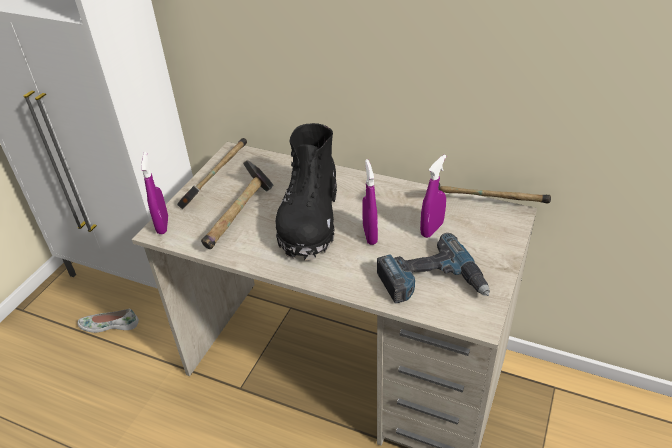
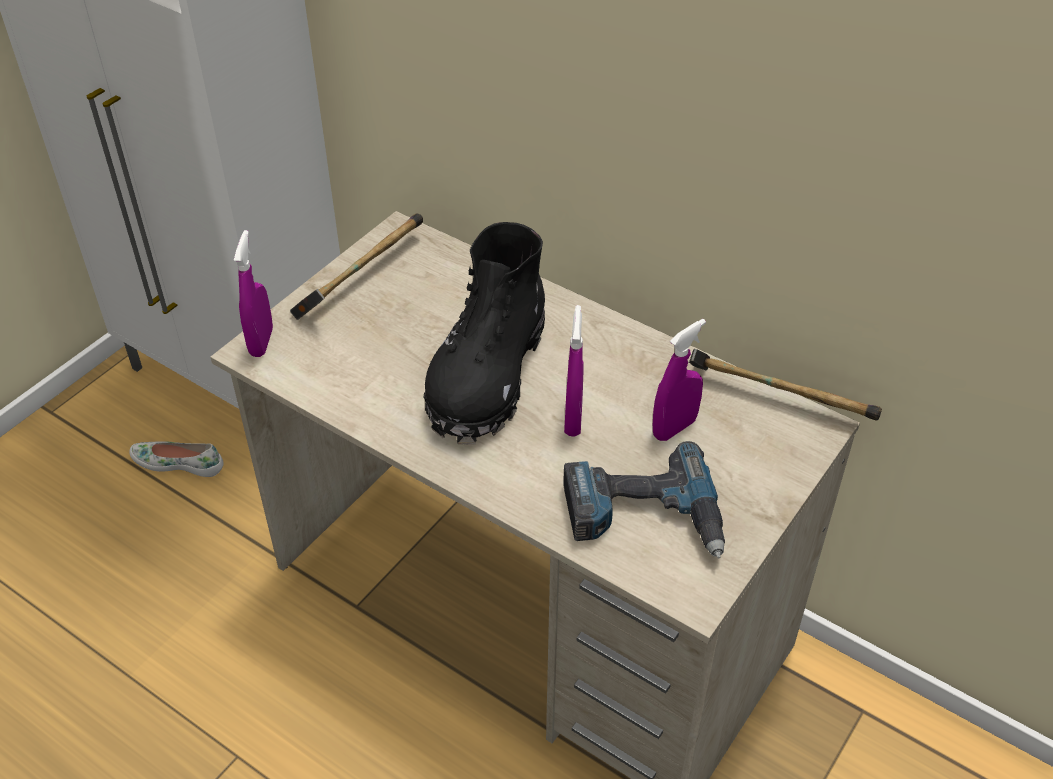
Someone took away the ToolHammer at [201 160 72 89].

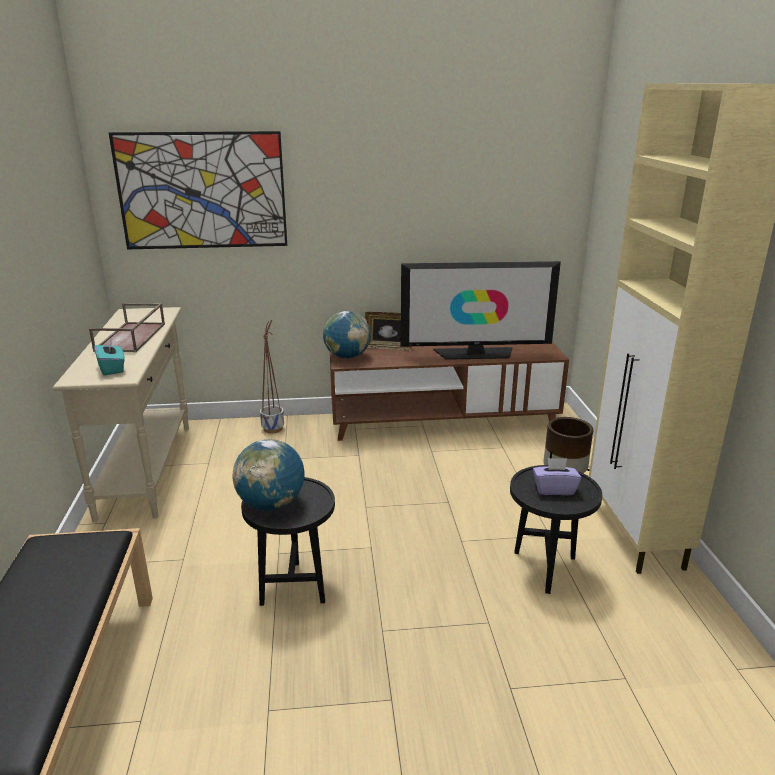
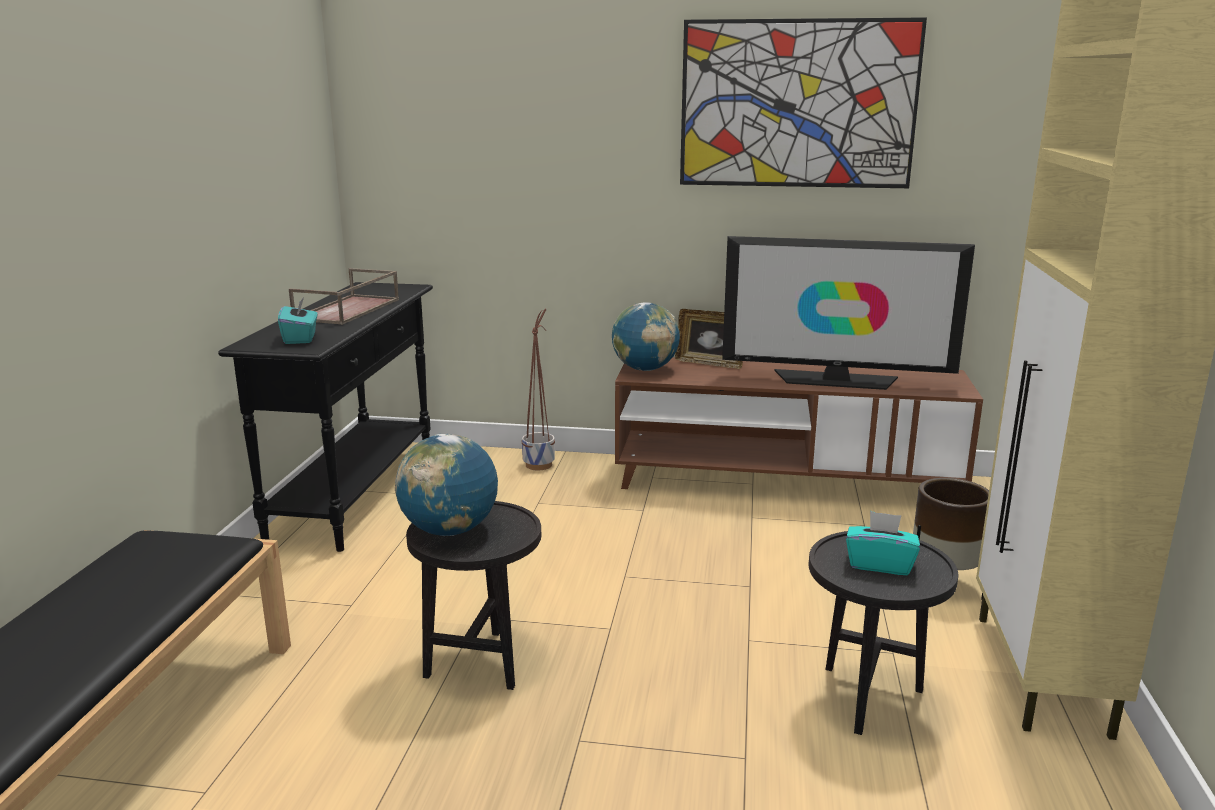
Someone repainted the SandColouredNarrowTable at [53 307 136 215], which became the BlackColouredNarrowTable at [218 282 215 270].
Someone carried the WallArt from [109 131 178 118] to [680 17 247 171].
Someone repainted the PurplishBoxOfTissues at [533 458 48 37], which became the BlueGreenBoxOfTissues at [846 511 74 64].

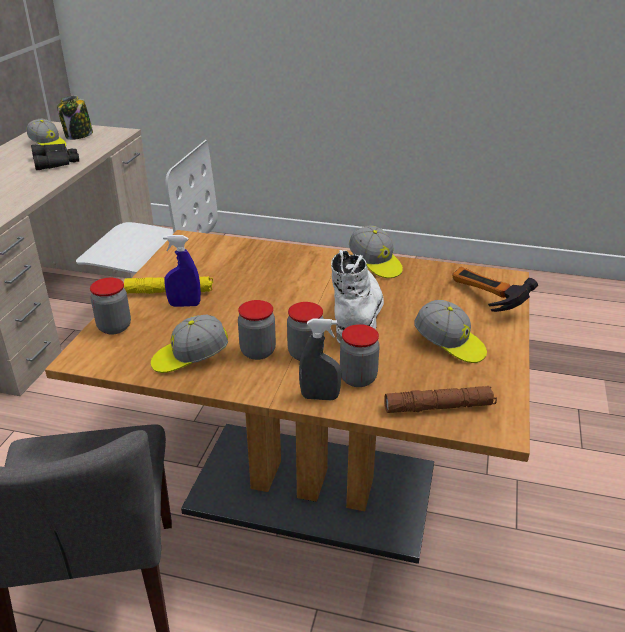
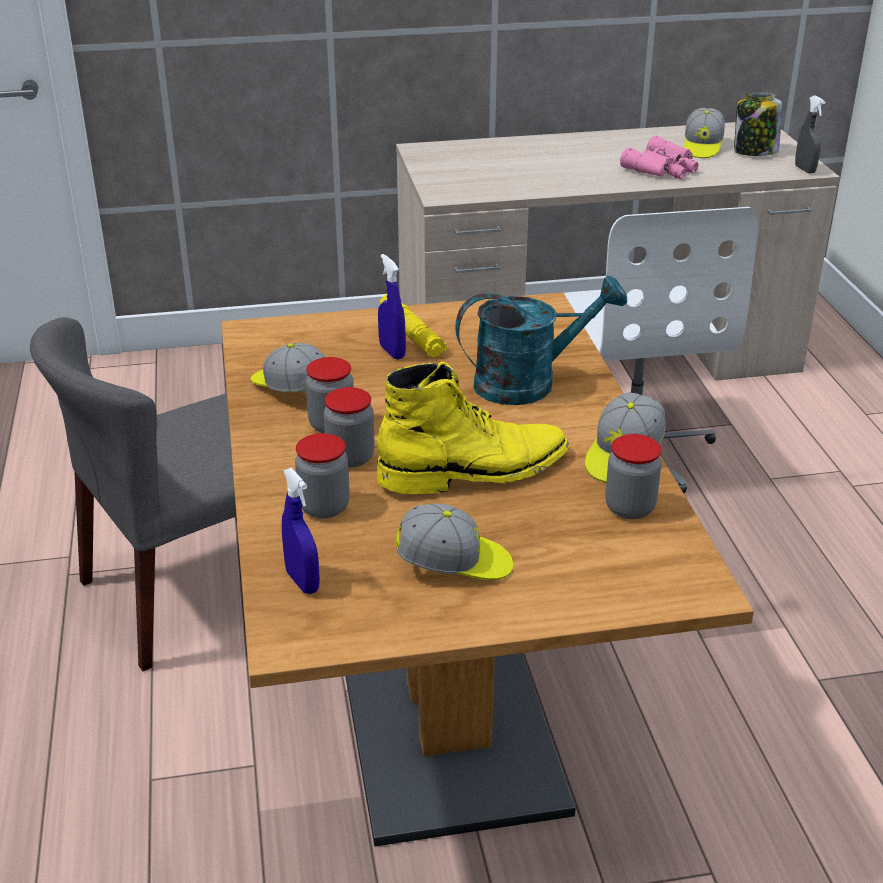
Someone swapped the BrownColouredHandTorch at [384 386 113 27] for the BlueColouredSprayBottle at [282 468 38 126].
Someone repainted the WhiteColouredTallBoot at [331 250 53 93], which became the YellowColouredTallBoot at [377 361 192 133].
Someone rotated the Cap at [414 300 73 63] by 105 degrees counterclockwise.
Someone put down the BlueGreenSprinklingCan at [455 275 172 130].
Someone carried the PreserveJar from [90 278 41 56] to [605 434 57 85].
Someone repainted the BlackColouredFieldGlasses at [31 144 48 26], which became the PinkishFieldGlasses at [620 136 79 43].
Someone carried the GraySprayBottle from [299 318 43 82] to [795 96 30 78].
Someone took away the ToolHammer at [452 267 86 45].

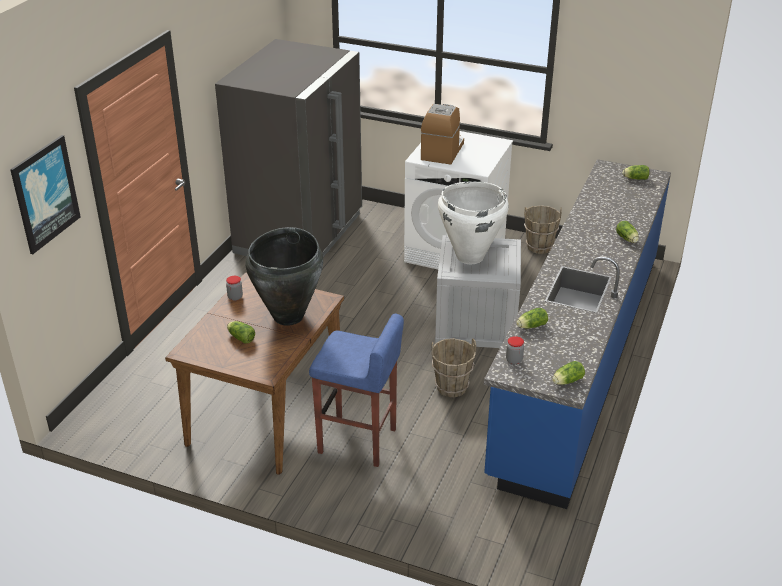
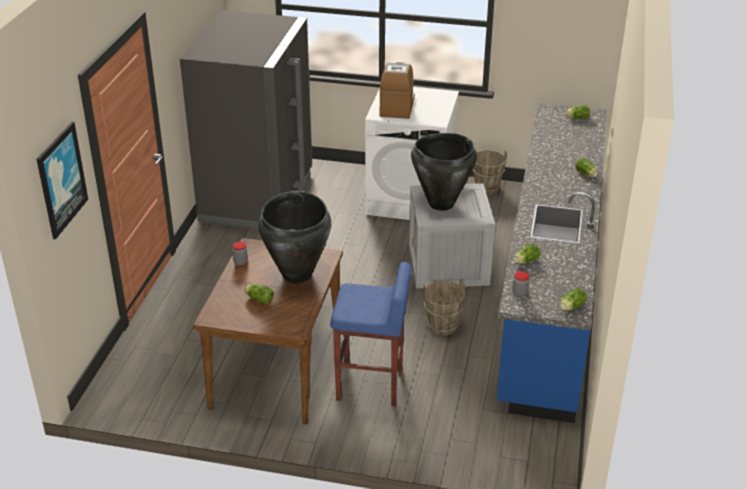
Someone repainted the WhiteColouredVase at [438 181 71 83], which became the BlackColouredVase at [411 133 66 78].

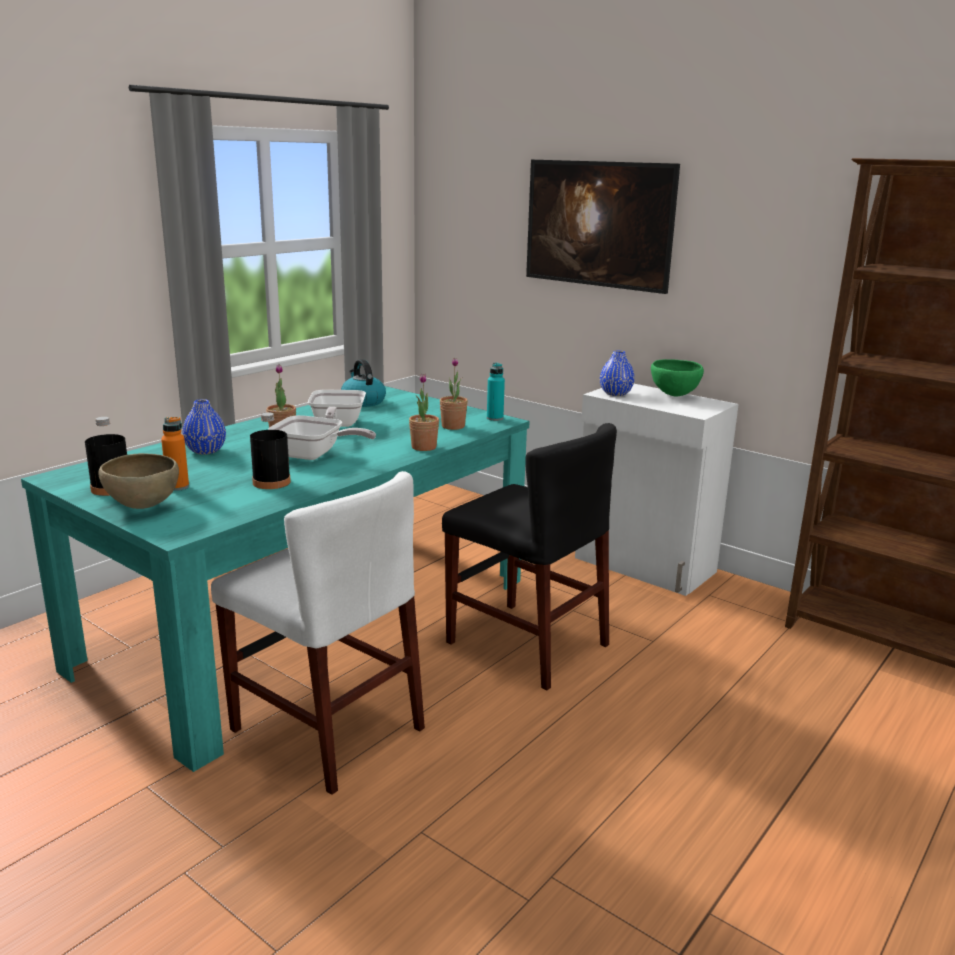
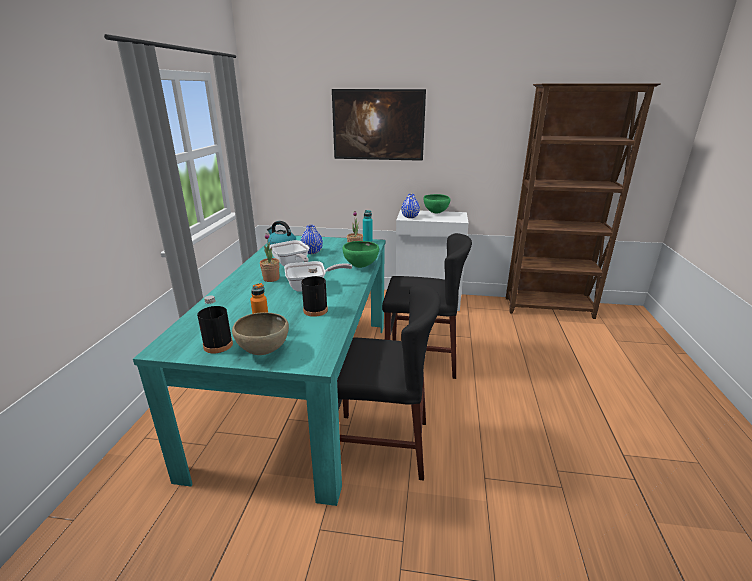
Someone carried the BlueColouredVase from [182 399 44 56] to [301 225 22 29].
Someone repainted the WhiteColouredPlainChair at [211 471 214 324], which became the BlackColouredPlainChair at [337 284 104 197].
Someone swapped the PlantInAPot at [409 373 30 78] for the GreenishServingBowl at [342 241 37 27].

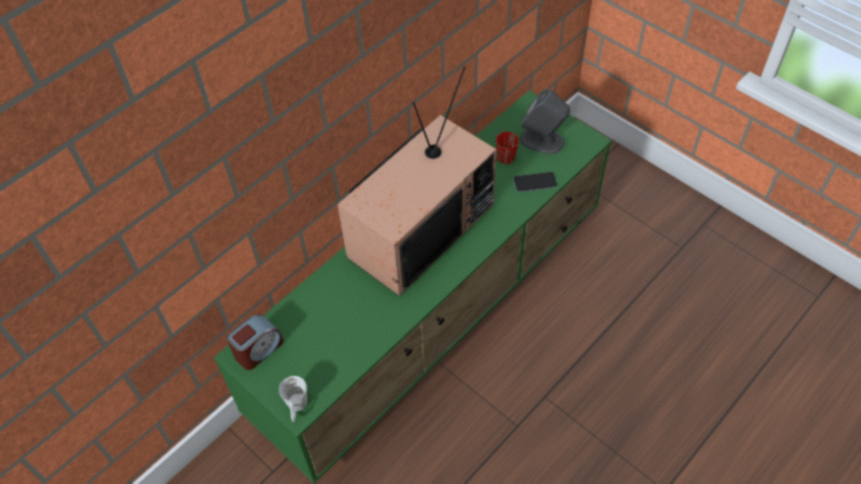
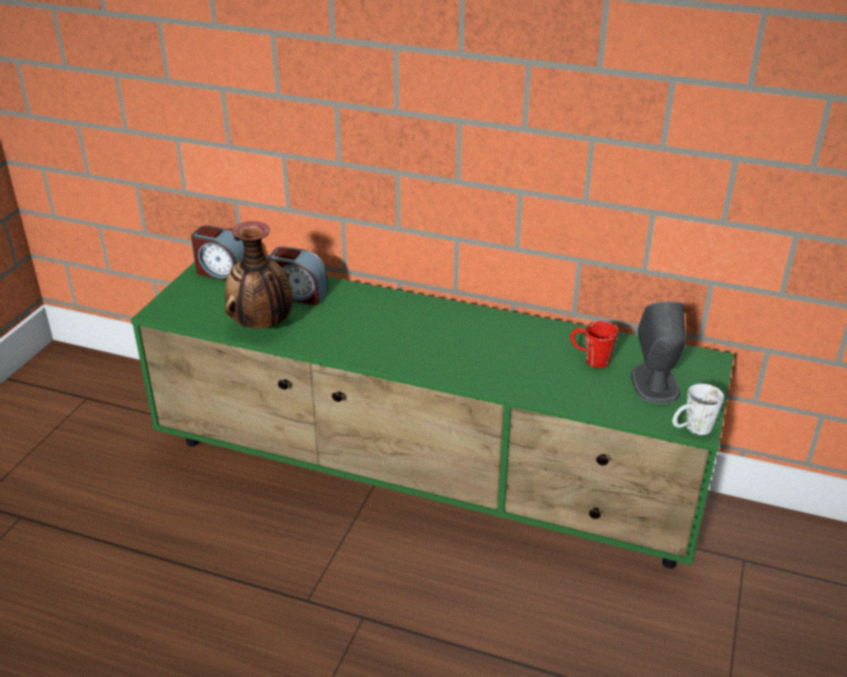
Someone put down the Vase at [225 221 68 108].
Someone put down the TableClock at [269 246 59 59].
Someone carried the WhiteColouredCoffeeMug from [279 376 28 46] to [672 384 52 51].
Someone took away the Tv at [337 67 160 229].
Someone took away the Phone at [513 172 44 20].

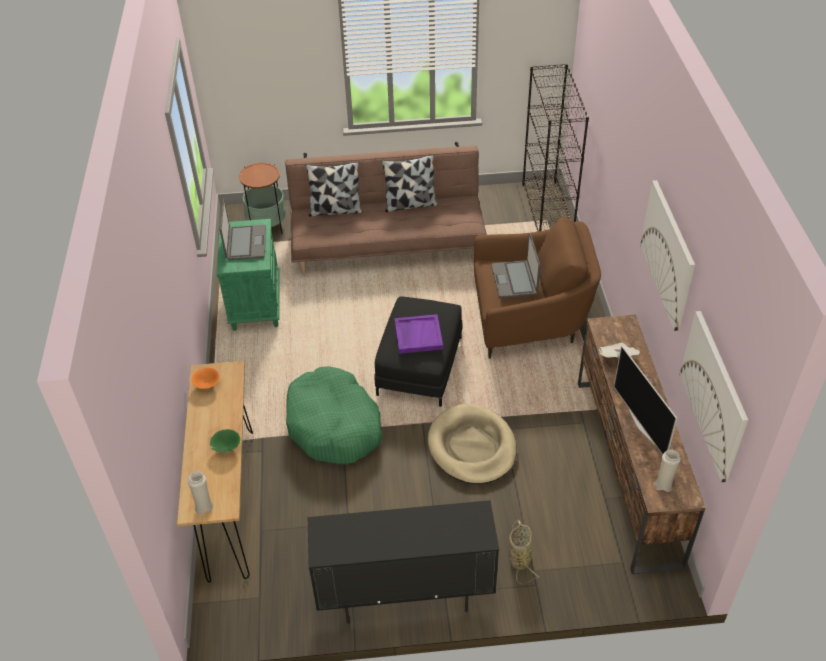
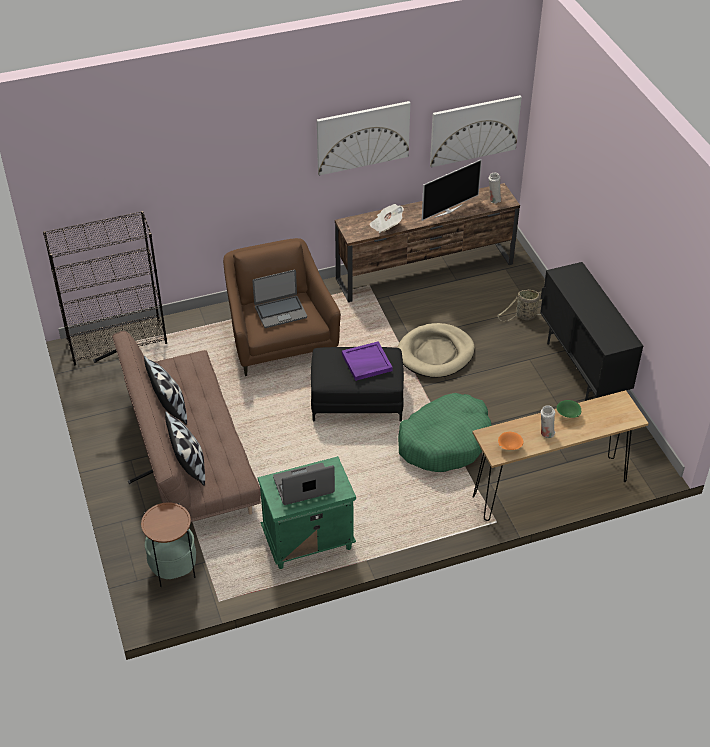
Someone carried the WhiteColouredVase from [188 471 25 44] to [541 405 14 33].

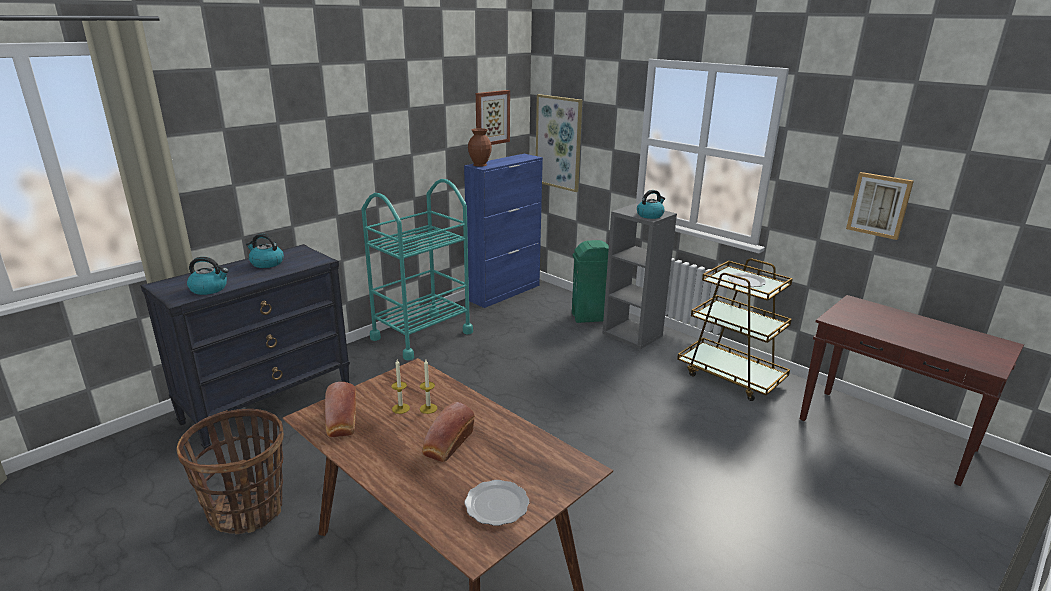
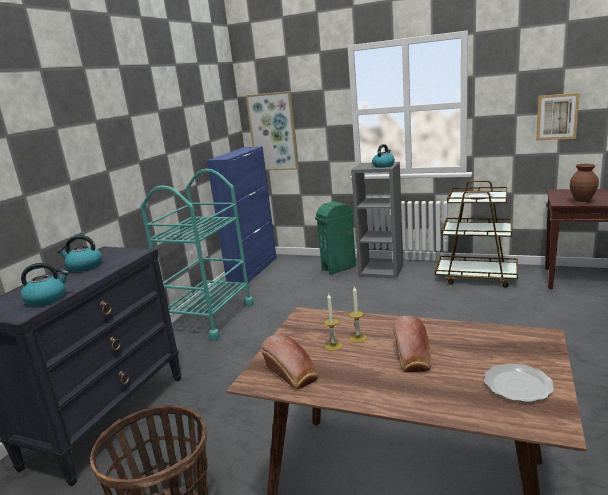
Someone carried the BrownColouredVase from [468 128 24 39] to [570 164 29 40].
Someone took away the WallArt at [476 90 34 55].

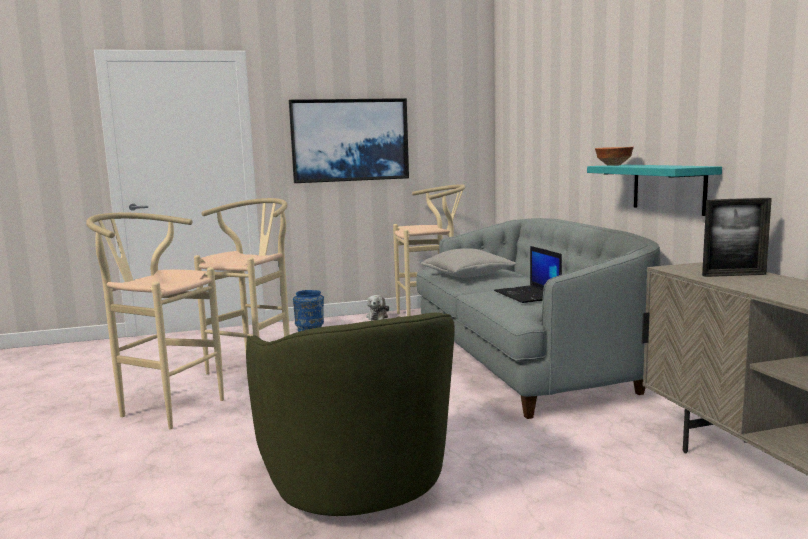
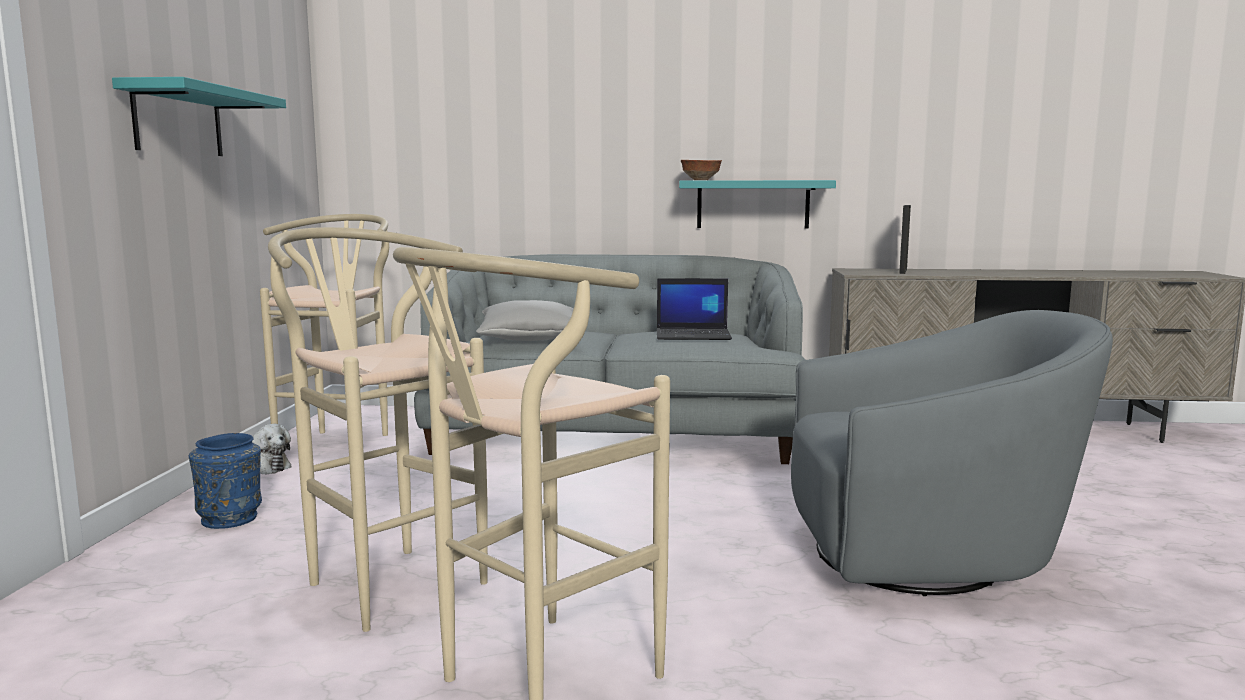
Someone swapped the WallArt at [289 98 120 85] for the BlueGreenWallShelf at [112 77 174 79].
Someone repainted the GreenishArmchair at [246 313 209 203], which became the GrayArmchair at [791 310 322 286].

